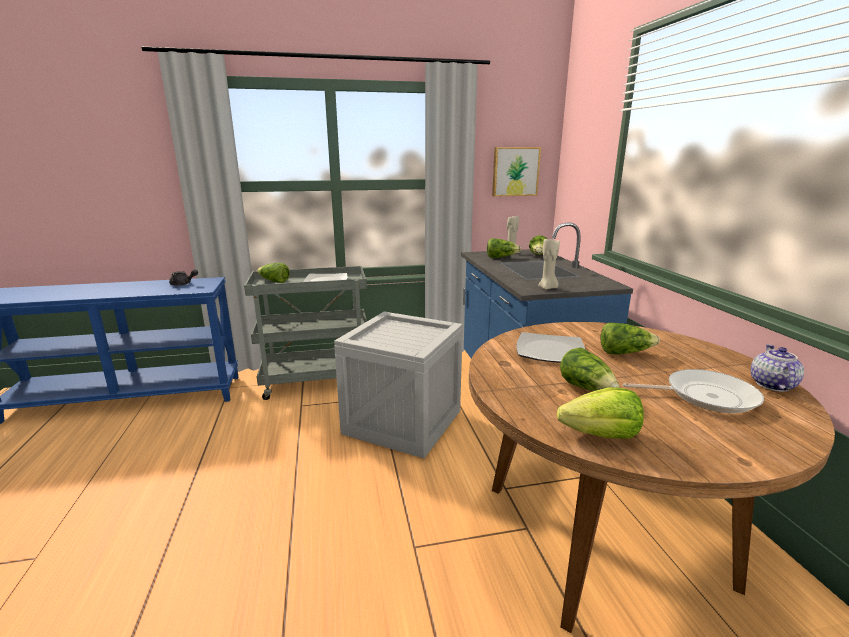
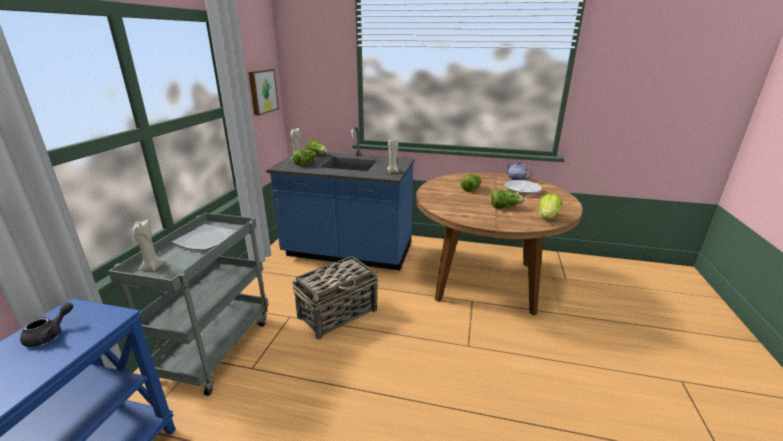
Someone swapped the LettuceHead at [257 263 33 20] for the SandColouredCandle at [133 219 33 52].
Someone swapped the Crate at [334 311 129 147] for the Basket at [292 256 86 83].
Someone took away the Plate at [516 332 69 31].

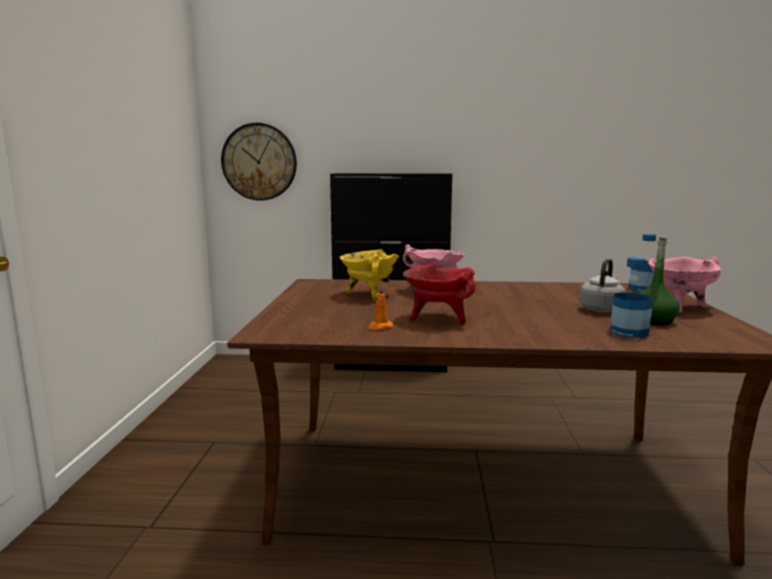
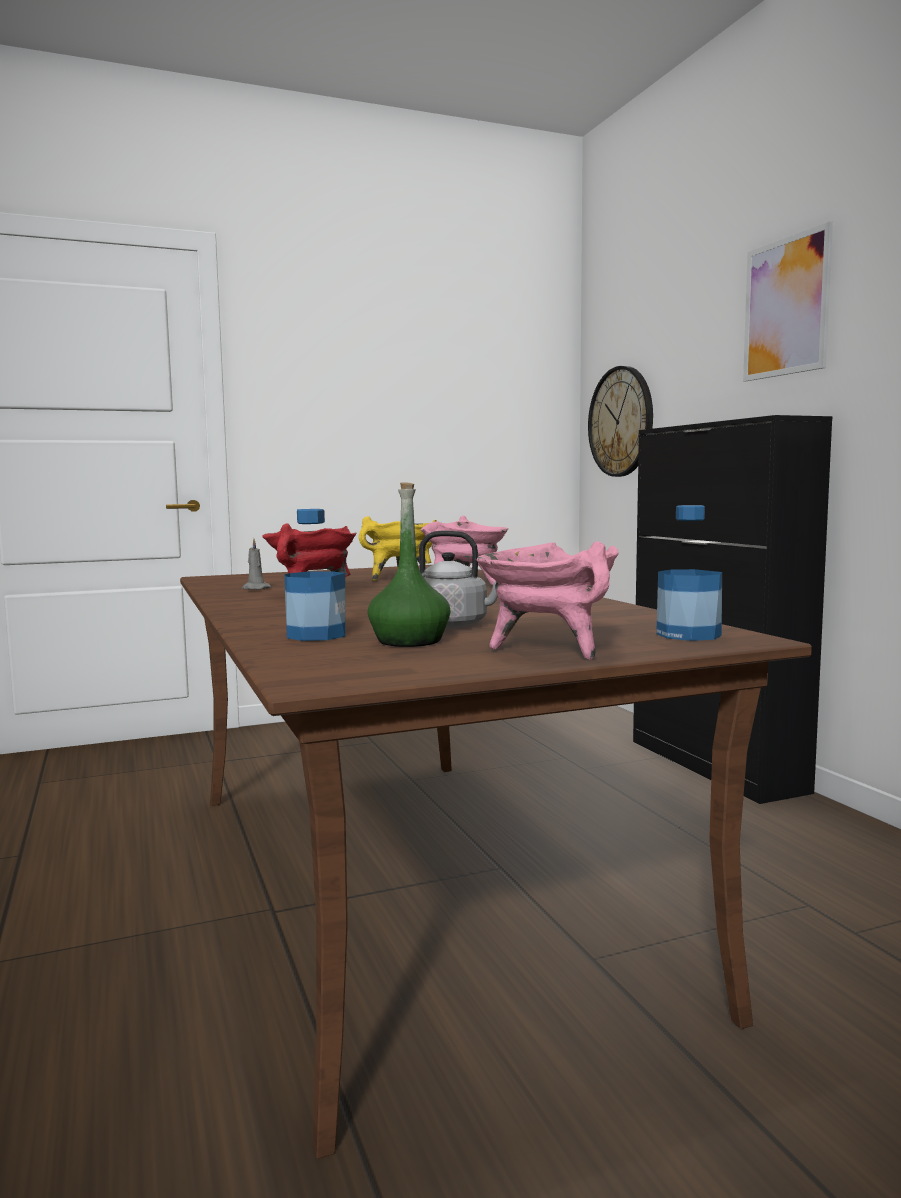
Someone repainted the OrangeyCandle at [368 285 25 45], which became the GrayCandle at [242 538 29 52].
Someone put up the WallArt at [743 222 90 159].

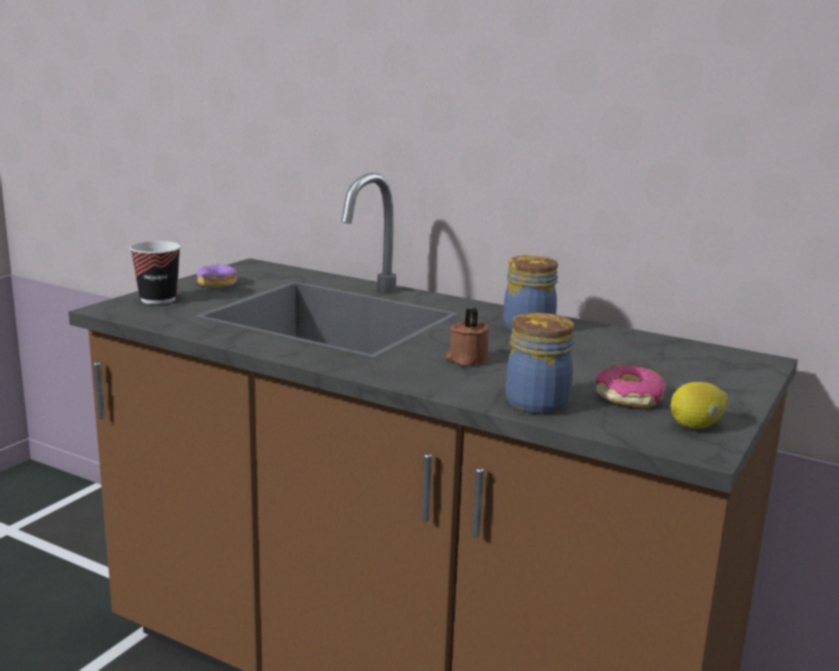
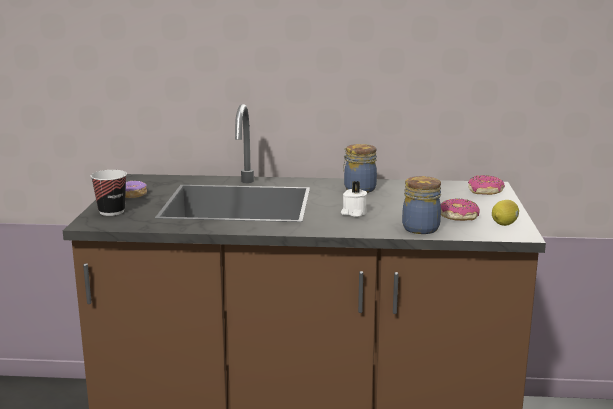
Someone repainted the BrownColouredCandle at [445 308 45 58], which became the WhiteColouredCandle at [341 181 26 36].
Someone put down the Donut at [468 175 37 20].

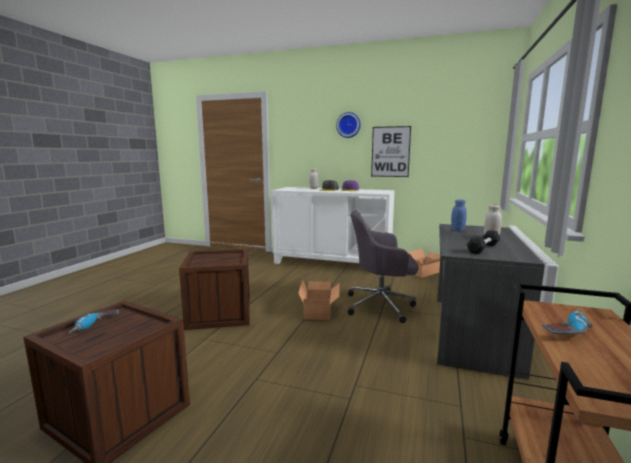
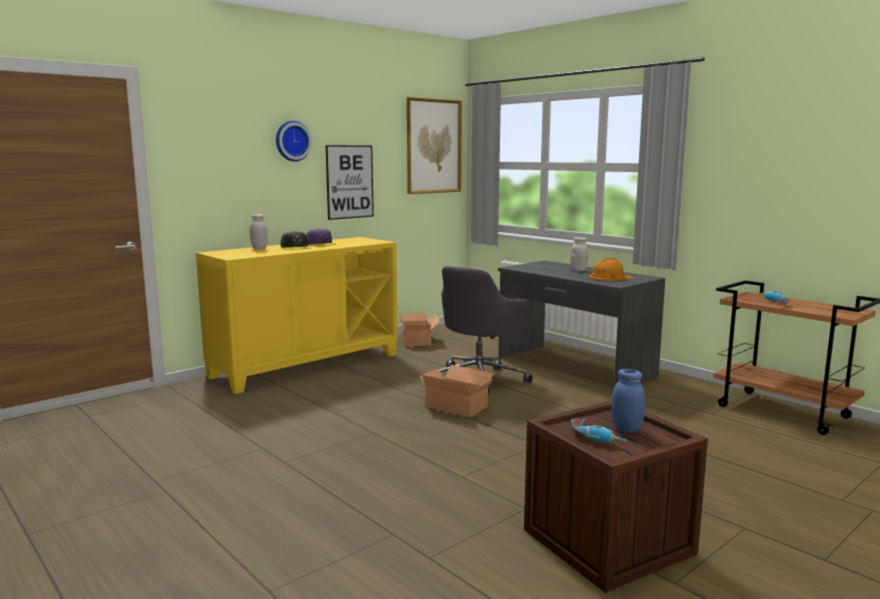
Someone repainted the WhiteColouredCupboard at [271 187 124 77], which became the YellowColouredCupboard at [196 237 202 157].
Someone put up the WallArt at [407 97 55 97].
Someone swapped the BlackColouredDumbbell at [467 230 34 24] for the OrangeyWorkHelmet at [589 258 44 23].
Someone carried the BlueColouredPreserveJar from [451 200 15 31] to [612 369 33 64].
Someone took away the Crate at [179 249 71 81].

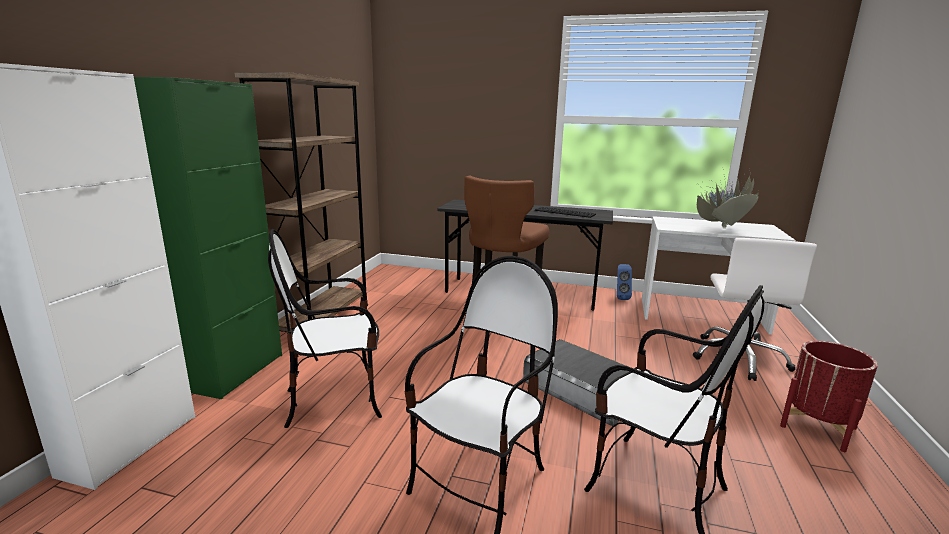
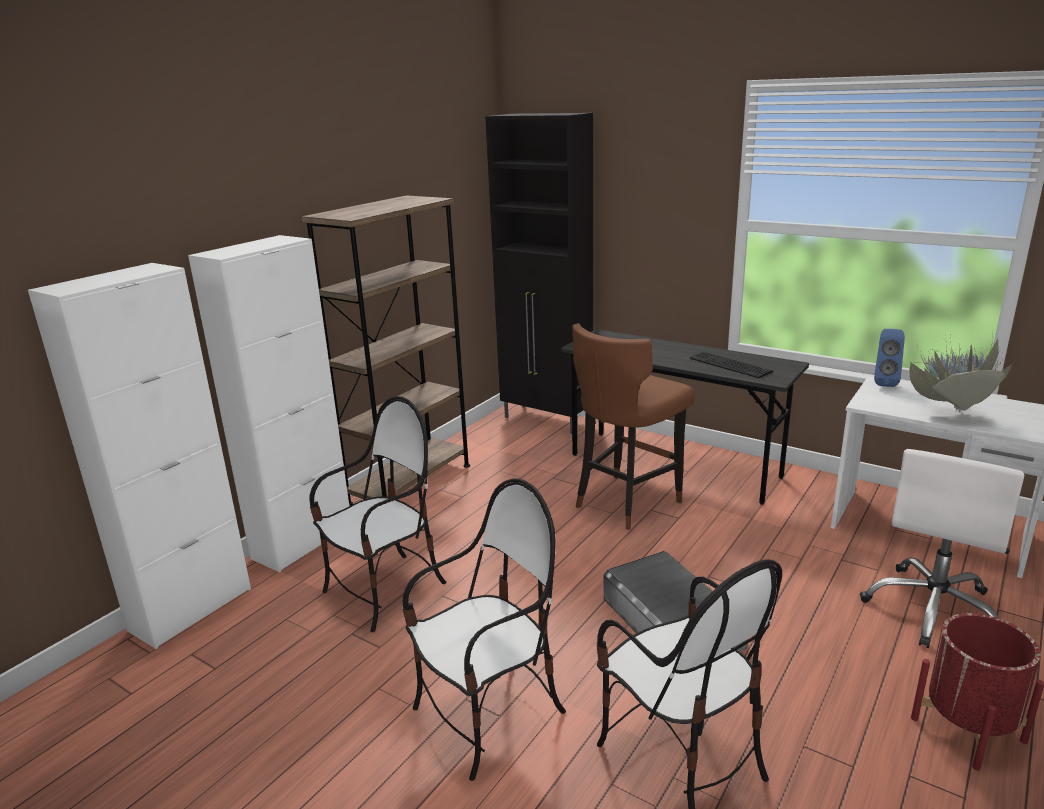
Someone repainted the GreenishCupboard at [134 77 148 322], which became the WhiteColouredCupboard at [188 235 161 337].
Someone rotated the PlainChair at [268 229 114 199] by 135 degrees clockwise.
Someone put down the BlackColouredCupboard at [485 113 108 321].
Someone carried the BlueColouredLoudspeaker from [617 264 15 36] to [874 329 31 58].

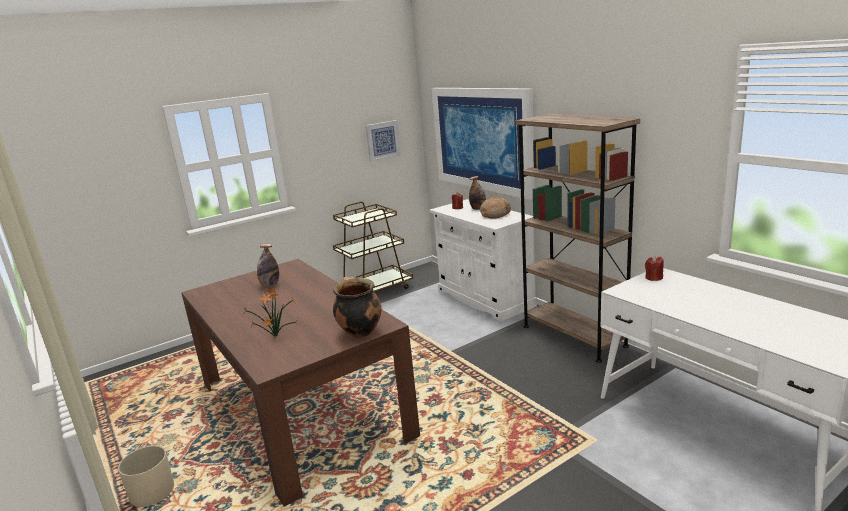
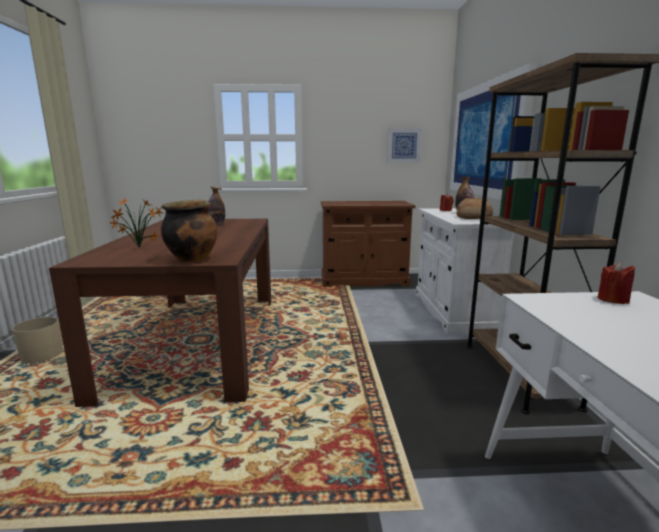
Someone swapped the BrownColouredCart at [333 201 80 91] for the BrownColouredCupboard at [321 201 94 86].

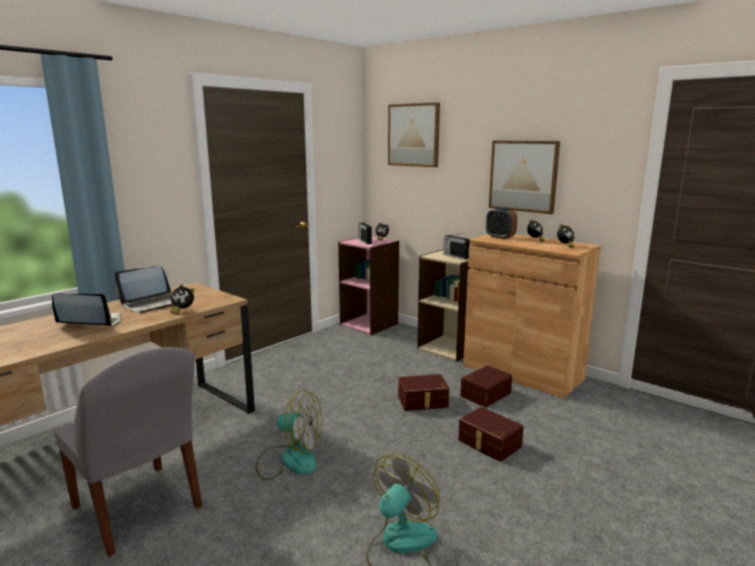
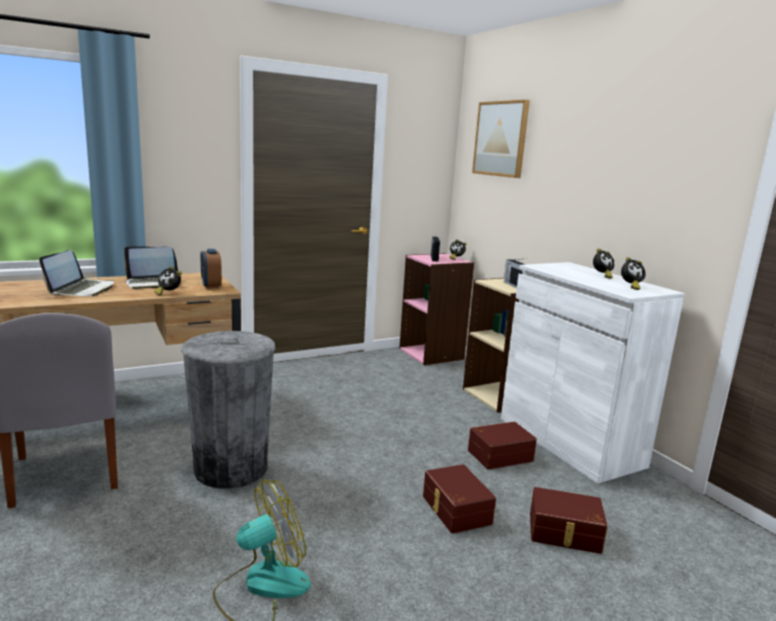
Someone rotated the NotebookComputer at [52 293 69 34] by 75 degrees clockwise.
Someone swapped the Fan at [256 389 66 91] for the GrayRubbishBin at [181 331 94 158].
Someone carried the TableClock from [486 207 32 32] to [201 249 21 39].
Someone repainted the BrownColouredCupboard at [463 234 138 164], which became the WhiteColouredCupboard at [501 262 184 222].
Someone carried the BrownColouredStorageContainer from [398 374 52 37] to [530 487 78 67].
Someone took away the WallArt at [489 140 71 74].

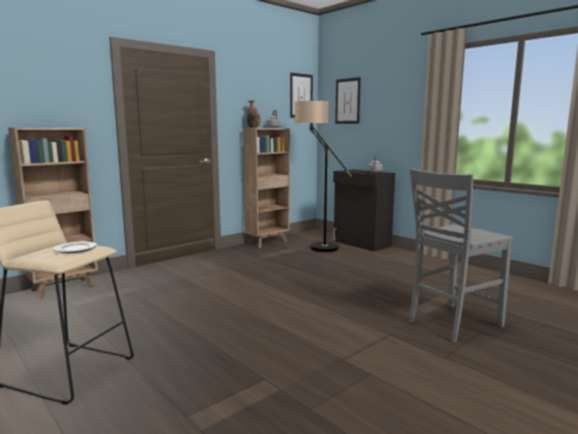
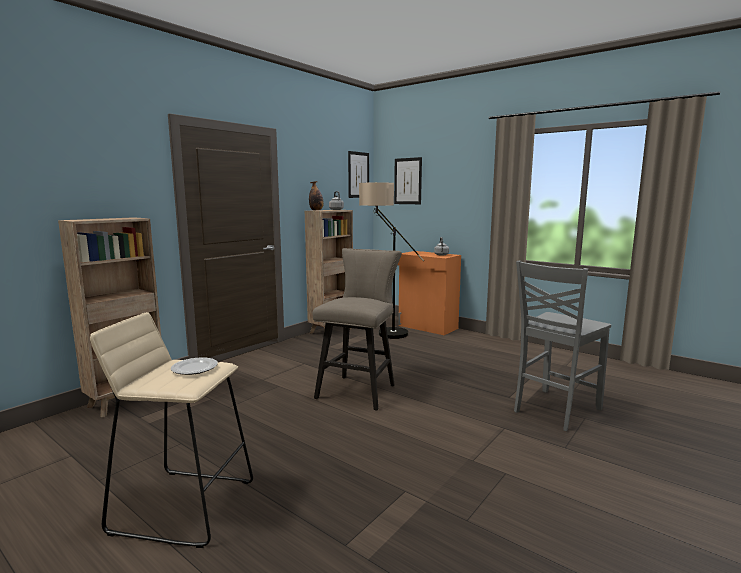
Someone put down the SandColouredSittingStool at [313 248 89 163].
Someone repainted the BlackColouredCupboard at [333 169 62 83], which became the OrangeyCupboard at [398 251 63 84].

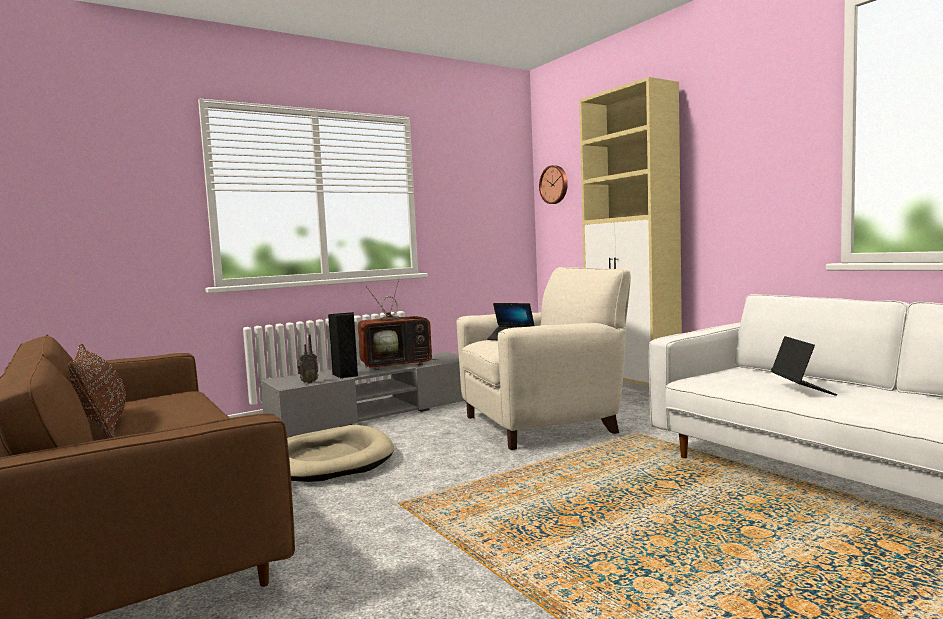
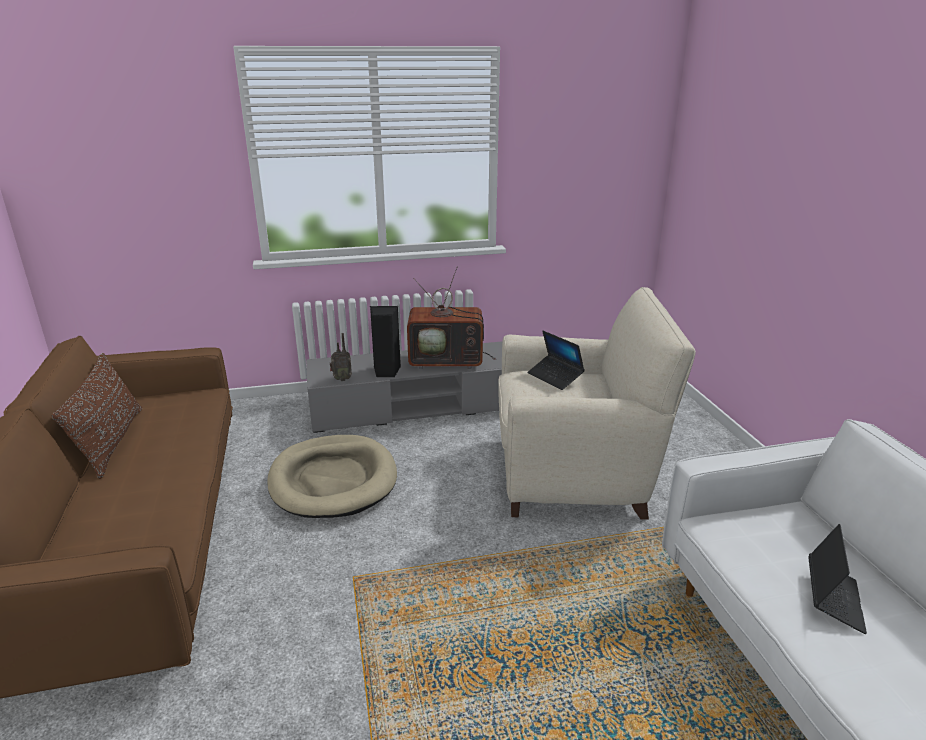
Someone took away the WallClock at [539 165 29 39].
Someone took away the SandColouredCupboard at [579 77 103 309].

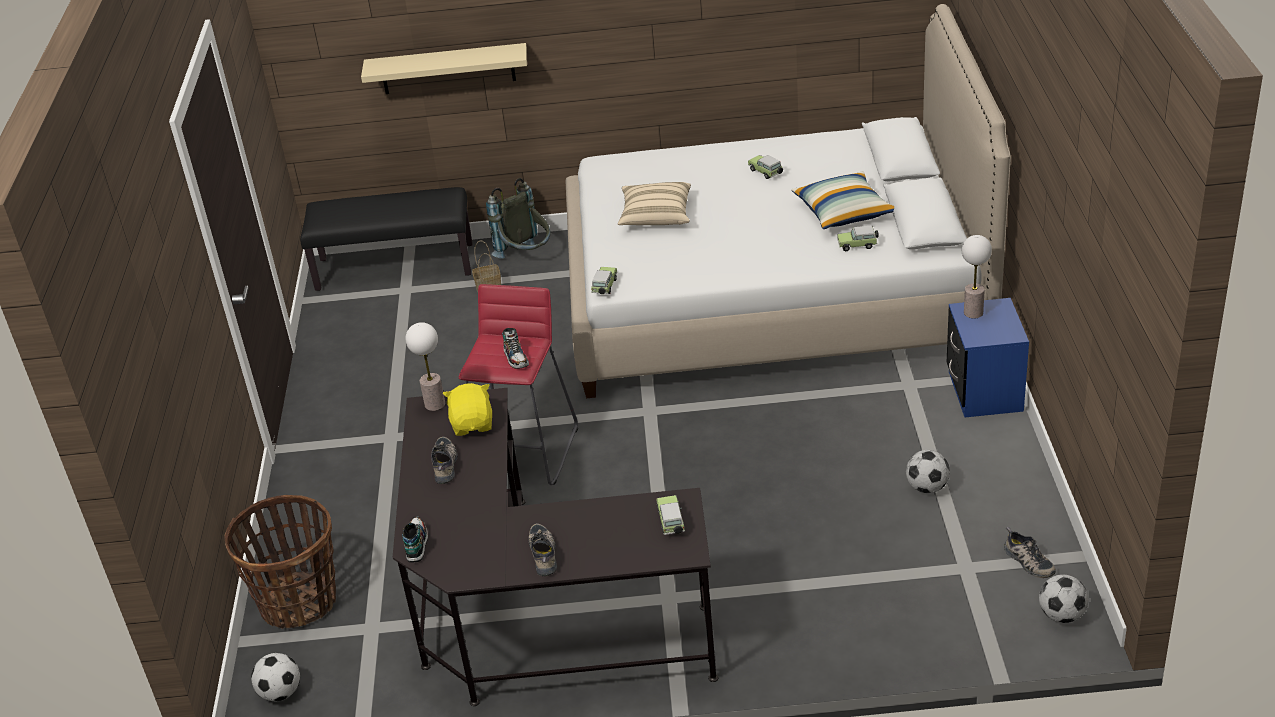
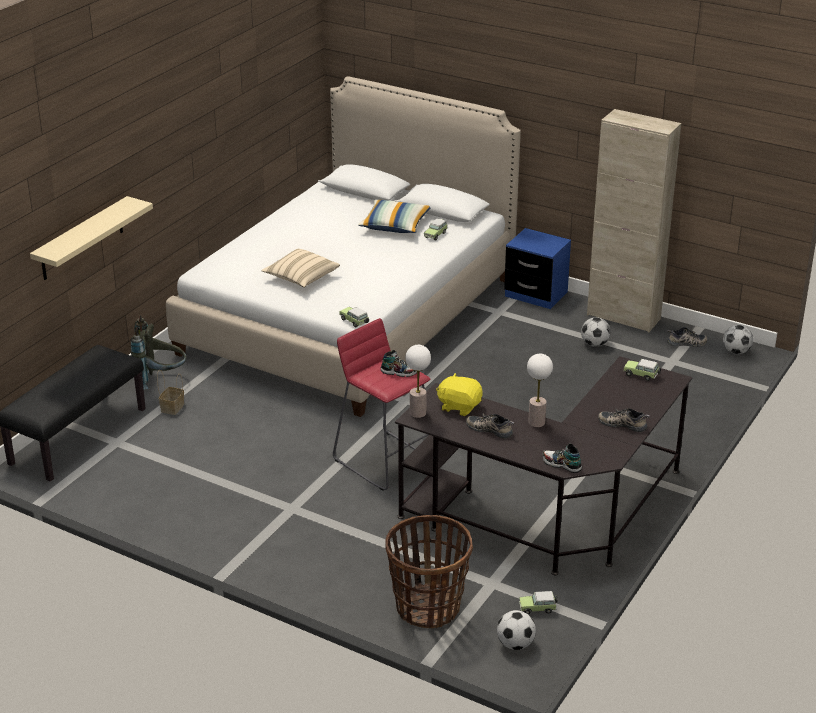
Someone carried the ModelCar from [748 155 35 24] to [519 591 39 24].
Someone carried the TabletopLamp from [962 235 30 83] to [527 354 26 73].
Someone put down the SandColouredCupboard at [587 109 94 223].

